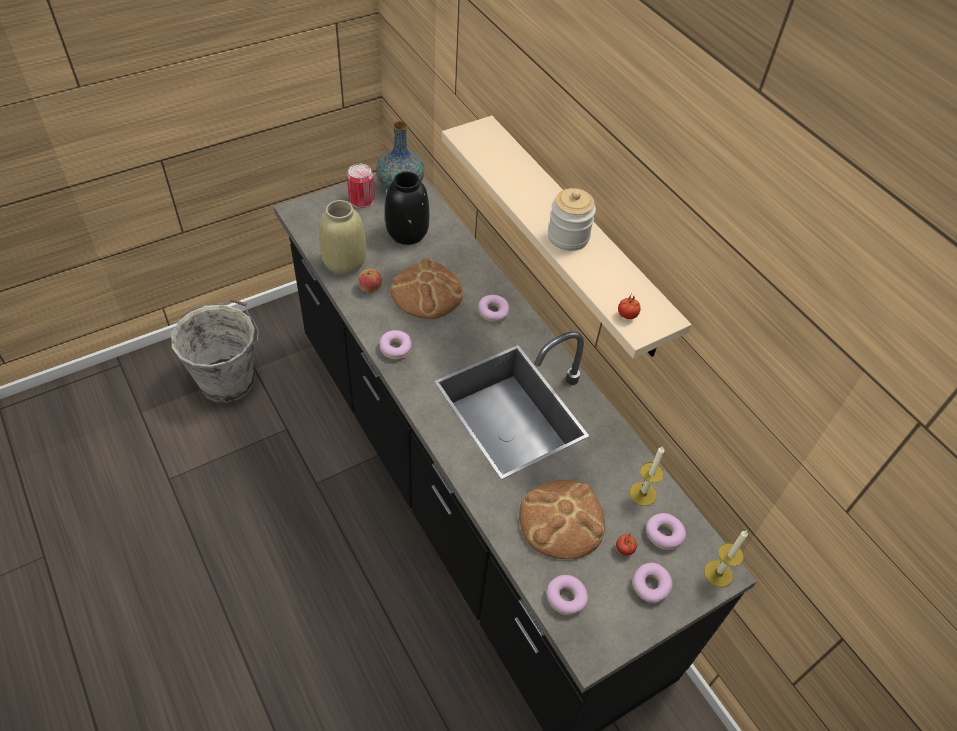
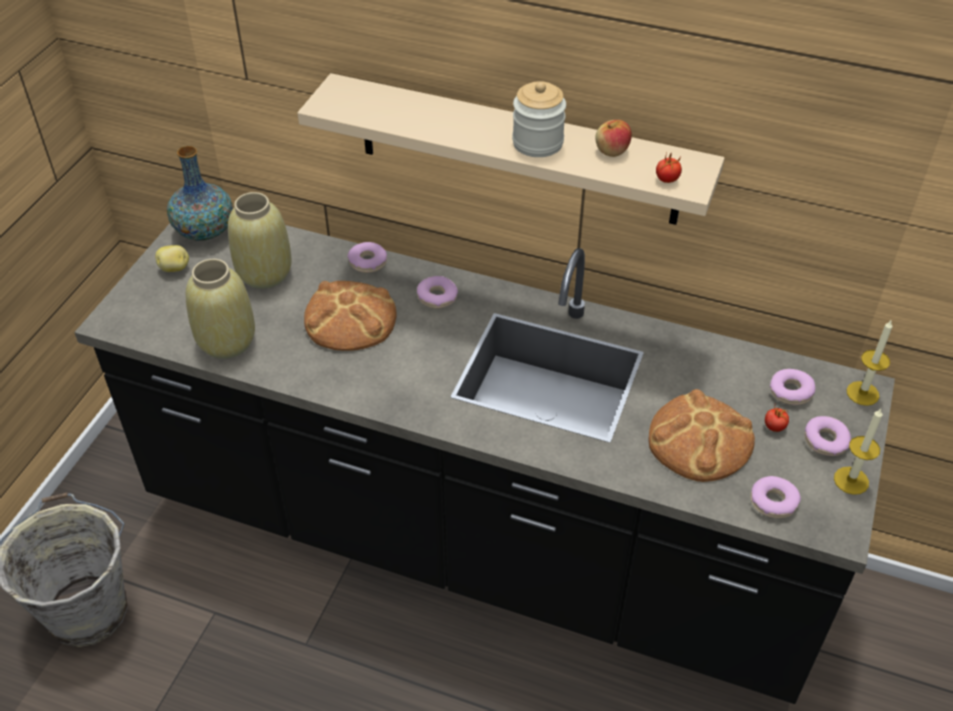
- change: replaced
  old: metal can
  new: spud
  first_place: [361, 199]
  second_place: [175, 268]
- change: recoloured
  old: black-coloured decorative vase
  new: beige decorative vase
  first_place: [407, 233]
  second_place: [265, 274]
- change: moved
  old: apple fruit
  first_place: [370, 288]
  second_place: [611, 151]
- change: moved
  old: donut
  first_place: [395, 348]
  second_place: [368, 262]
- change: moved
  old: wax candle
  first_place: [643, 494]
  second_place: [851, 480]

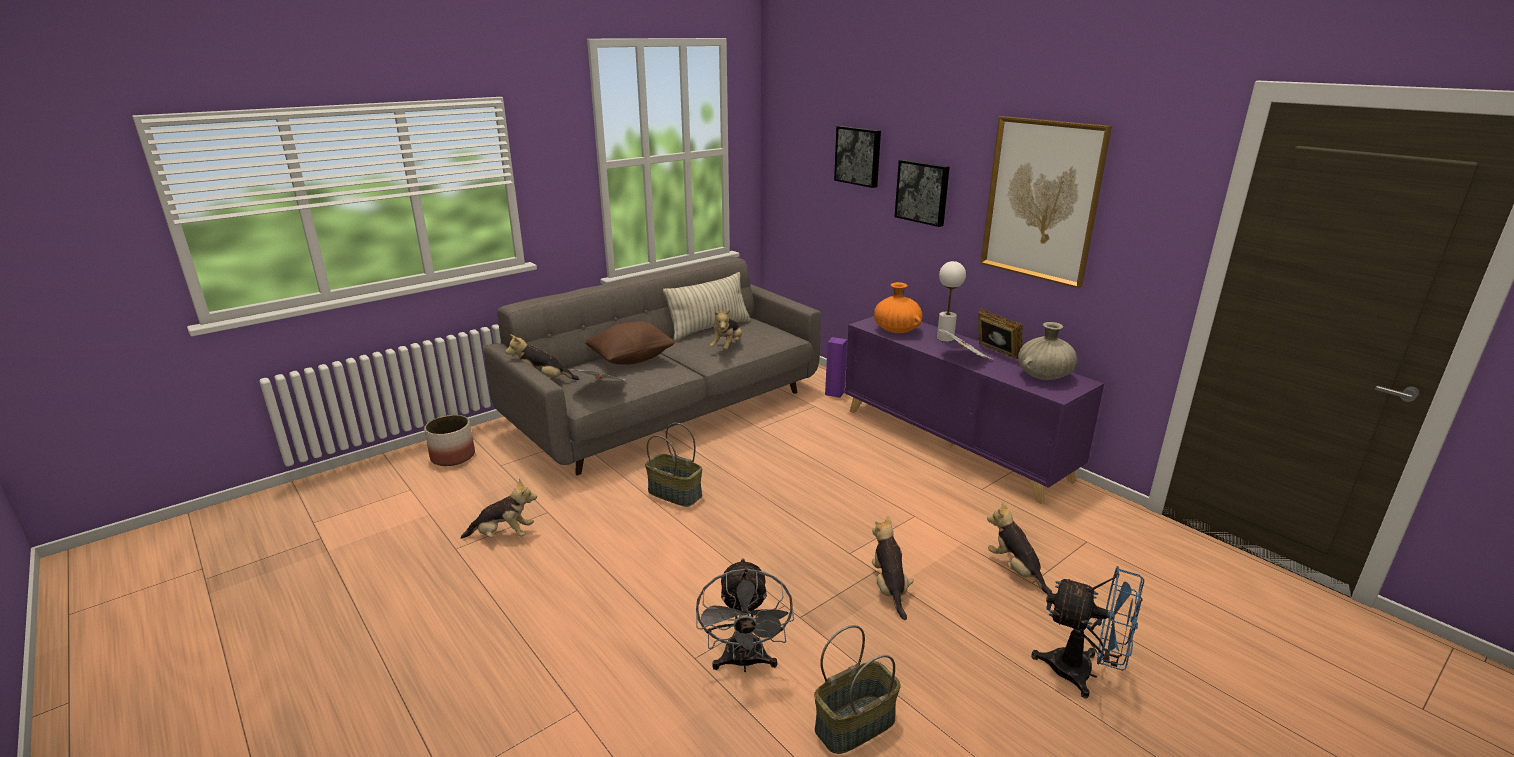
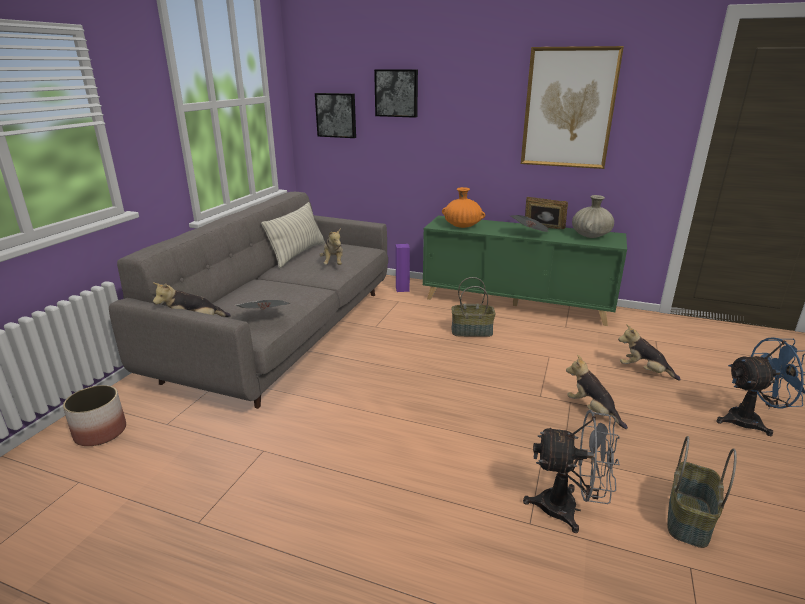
- change: moved
  old: wall picture
  first_place: [923, 192]
  second_place: [336, 115]
- change: removed
  old: whitish tabletop lamp
  first_place: [945, 338]
- change: recoloured
  old: purplish storage cabinet
  new: green-coloured storage cabinet
  first_place: [953, 444]
  second_place: [516, 303]
- change: removed
  old: brown pillow
  first_place: [631, 359]
- change: moved
  old: basket
  first_place: [675, 493]
  second_place: [472, 331]
- change: removed
  old: plush toy
  first_place: [503, 535]
- change: turned
  old: greyish fan
  first_place: [744, 663]
  second_place: [568, 509]
  degrees: -45

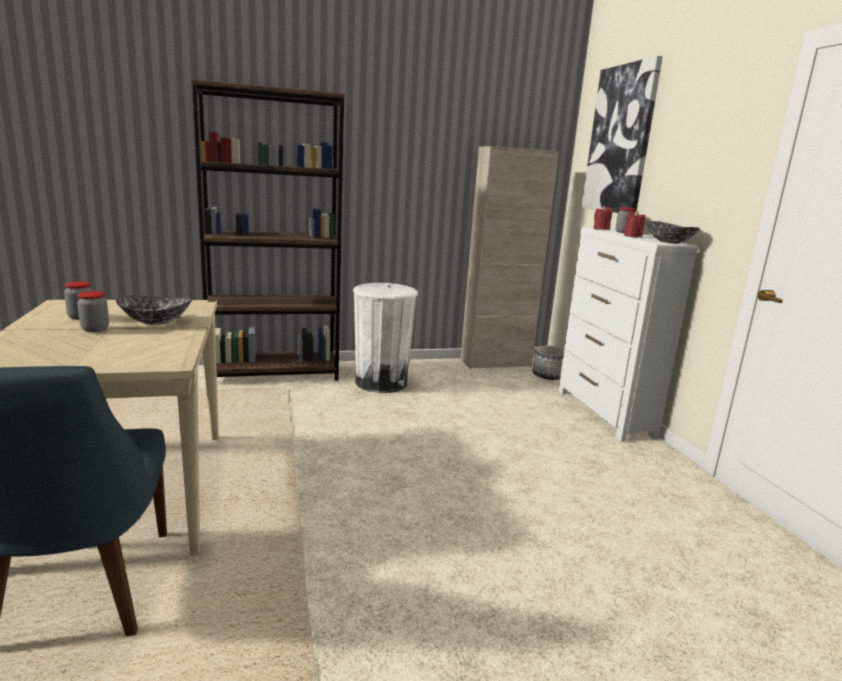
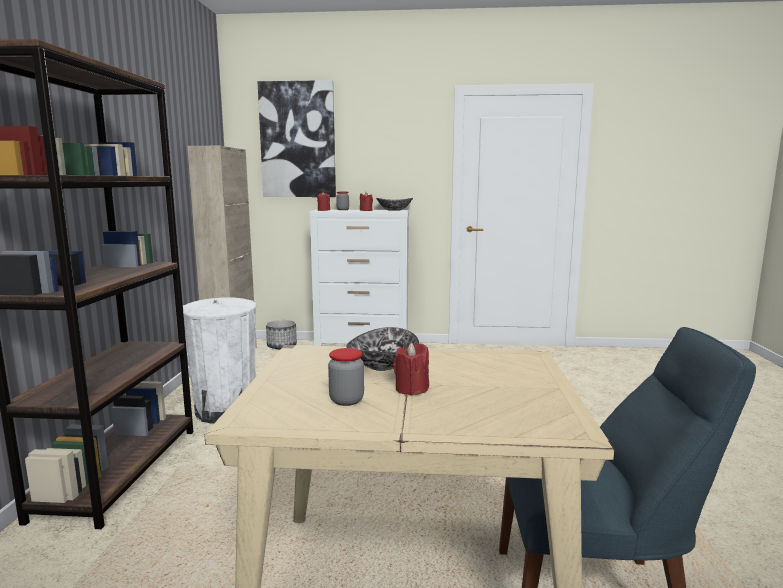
- change: replaced
  old: preserve jar
  new: reddish wax candle
  first_place: [95, 329]
  second_place: [411, 389]

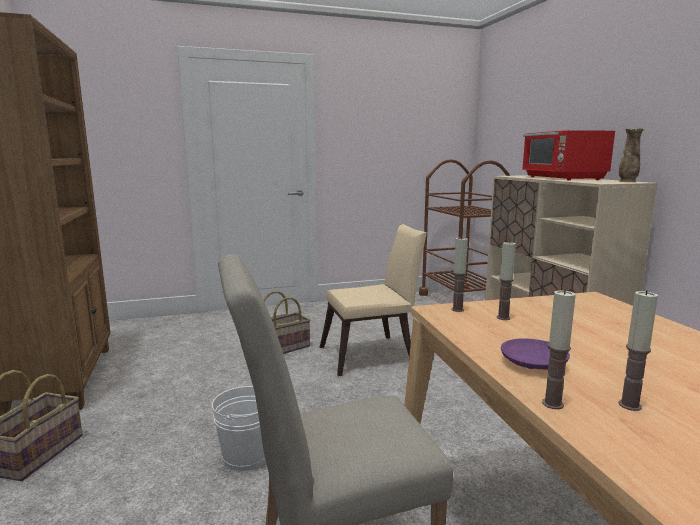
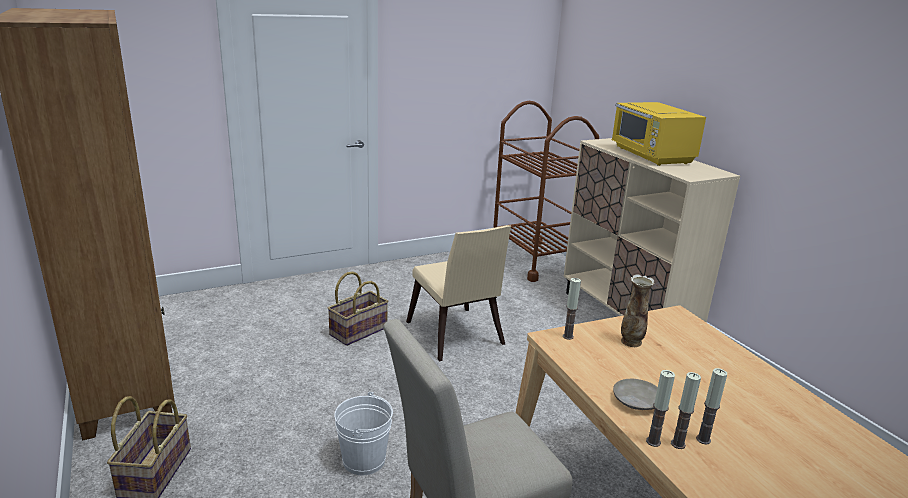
- change: moved
  old: decorative vase
  first_place: [627, 181]
  second_place: [631, 342]
- change: recoloured
  old: reddish kitchen microwave
  new: yellow kitchen microwave
  first_place: [562, 178]
  second_place: [651, 156]
- change: turned
  old: beige plain chair
  first_place: [373, 355]
  second_place: [456, 337]
  degrees: 90
- change: moved
  old: wax candle
  first_place: [503, 317]
  second_place: [678, 444]
- change: recoloured
  old: purplish dinner plate
  new: beige dinner plate
  first_place: [532, 363]
  second_place: [636, 401]

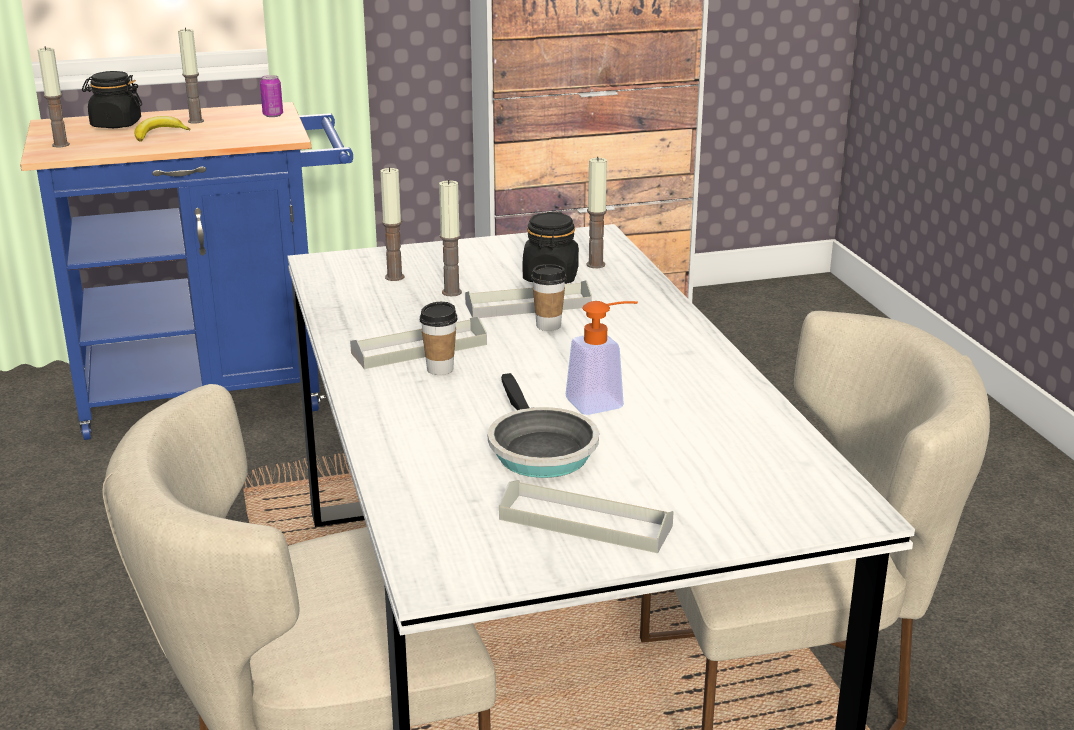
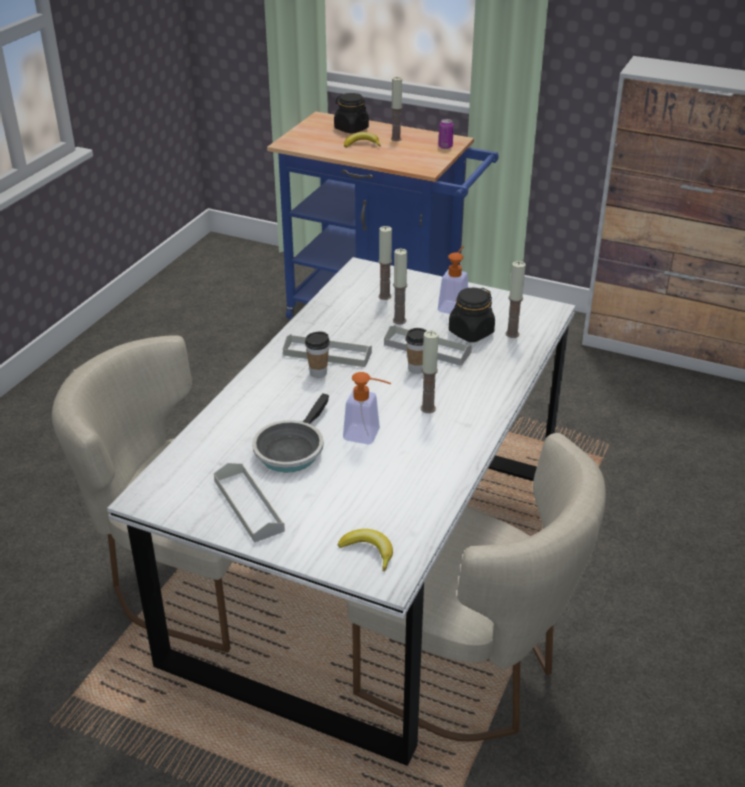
- change: moved
  old: wax candle
  first_place: [60, 145]
  second_place: [428, 408]
- change: added
  new: soap dispenser
  second_place: [454, 305]
- change: added
  new: banana fruit
  second_place: [369, 551]

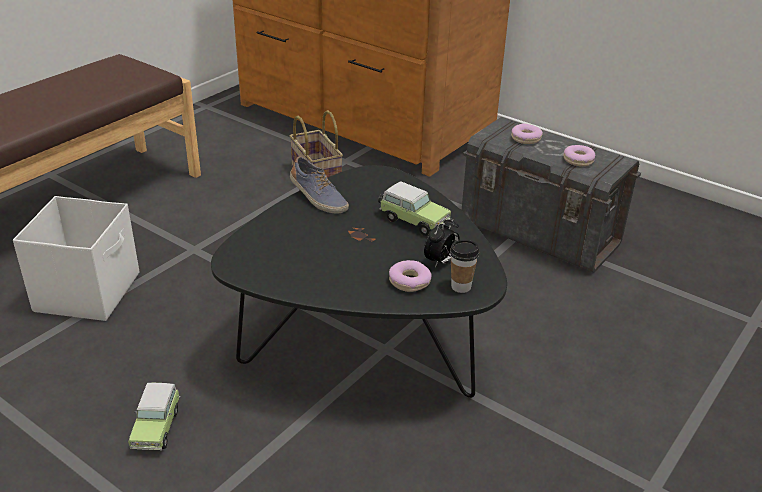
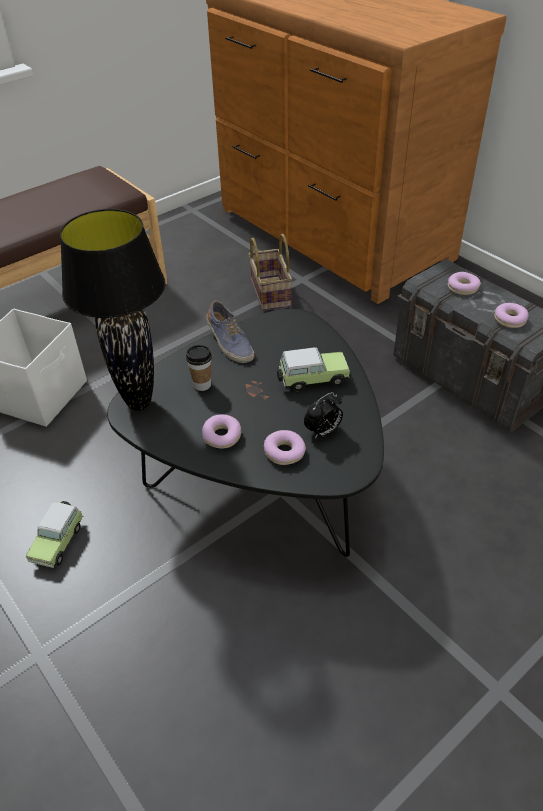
- change: turned
  old: miniature car
  first_place: [412, 221]
  second_place: [311, 379]
  degrees: -60
- change: moved
  old: cup
  first_place: [461, 287]
  second_place: [202, 385]
- change: added
  new: black-coloured tabletop lamp
  second_place: [139, 403]
- change: added
  new: donut
  second_place: [222, 436]

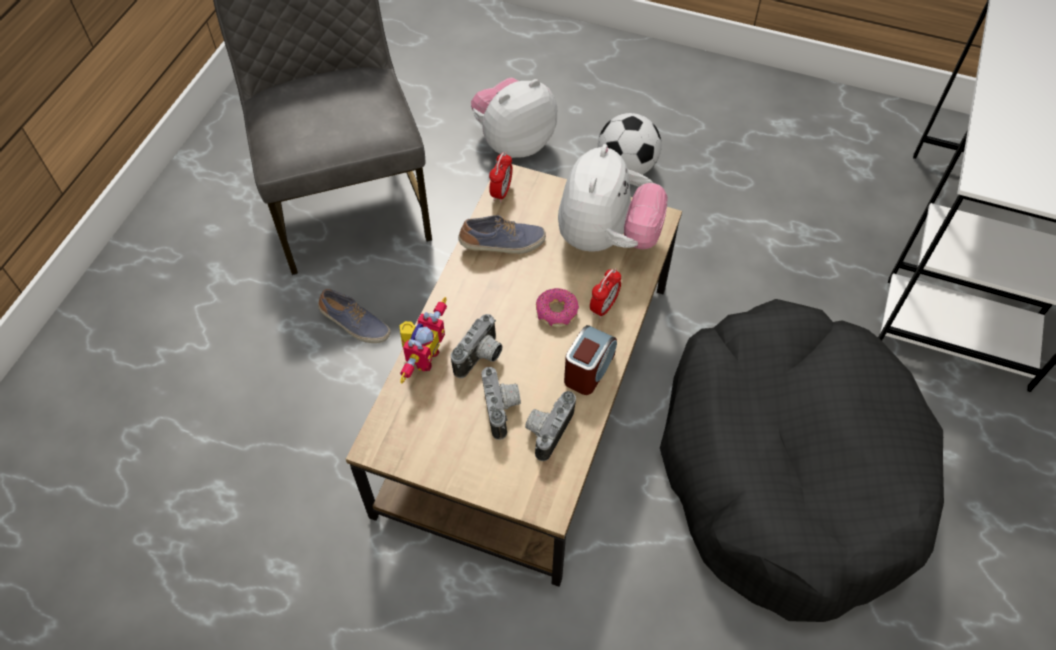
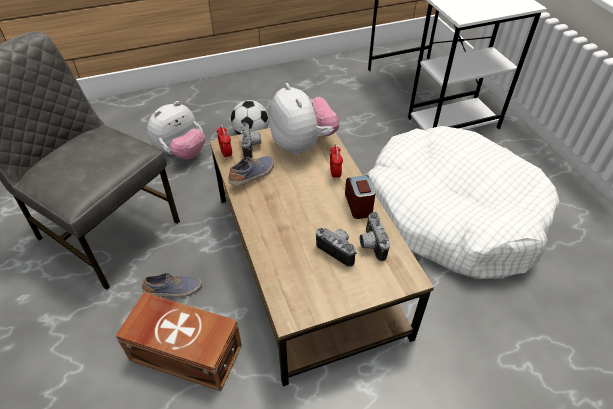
- change: turned
  old: plush toy
  first_place: [513, 142]
  second_place: [181, 152]
  degrees: -150
- change: removed
  old: donut
  first_place: [556, 312]
- change: removed
  old: toy robot
  first_place: [421, 356]
- change: recoloured
  old: black-coloured dog bed
  new: whitish dog bed
  first_place: [787, 470]
  second_place: [451, 215]
- change: moved
  old: photo camera
  first_place: [481, 358]
  second_place: [252, 148]
- change: added
  new: brown storage container
  second_place: [185, 351]

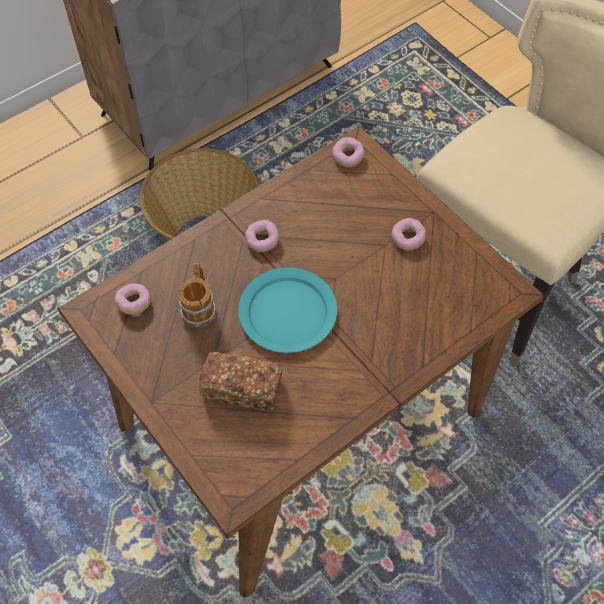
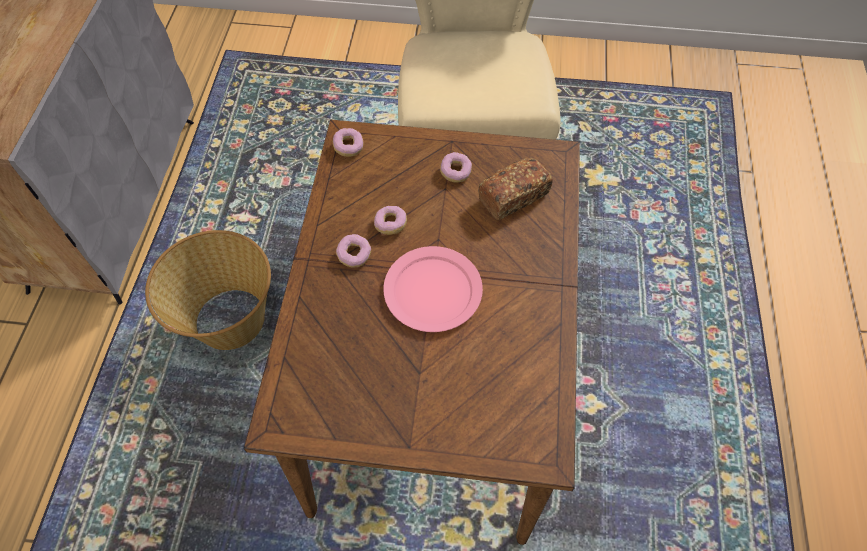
- change: removed
  old: mug
  first_place: [199, 306]
- change: recoloured
  old: blue-green dinner plate
  new: pink-coloured dinner plate
  first_place: [288, 312]
  second_place: [433, 290]
- change: moved
  old: donut
  first_place: [134, 303]
  second_place: [390, 224]
- change: moved
  old: baked bread
  first_place: [242, 388]
  second_place: [513, 197]

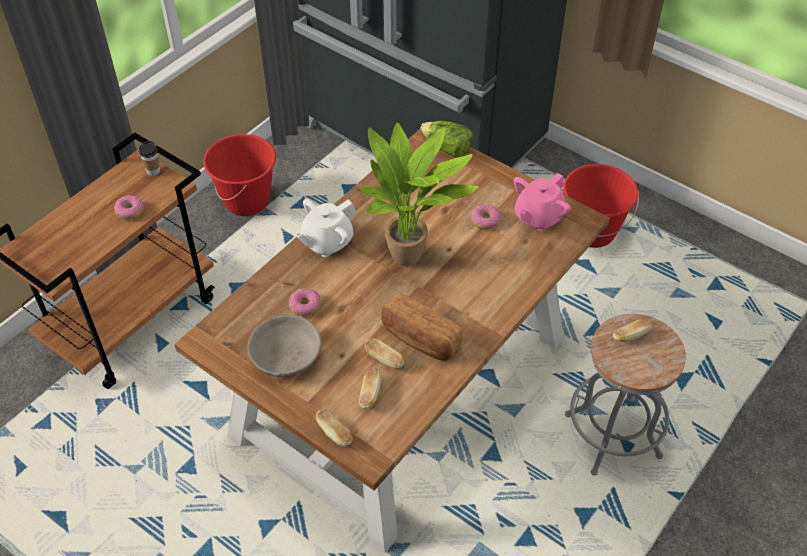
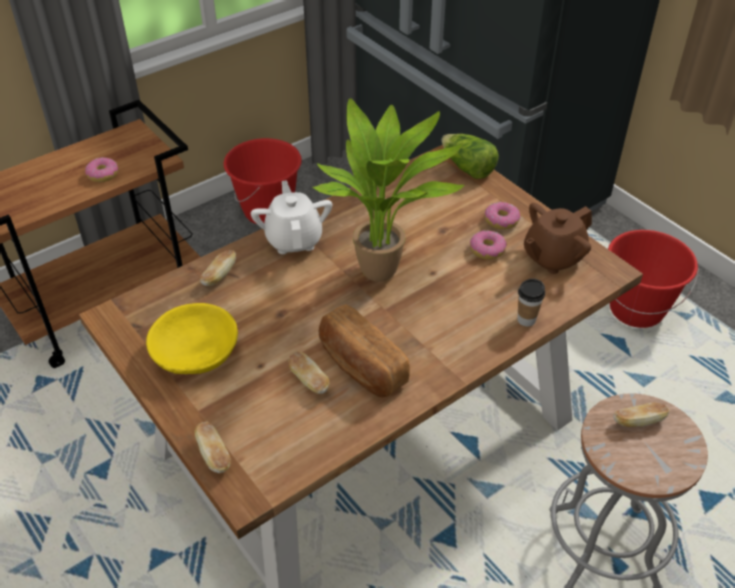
- change: moved
  old: cup
  first_place: [153, 171]
  second_place: [526, 320]
- change: recoloured
  old: pink-coloured teapot
  new: brown teapot
  first_place: [538, 217]
  second_place: [552, 257]
- change: turned
  old: whitish teapot
  first_place: [327, 242]
  second_place: [294, 239]
  degrees: 105
- change: moved
  old: donut
  first_place: [305, 306]
  second_place: [501, 221]
- change: recoloured
  old: greyish bowl
  new: yellow bowl
  first_place: [286, 356]
  second_place: [196, 353]
- change: moved
  old: baked bread
  first_place: [370, 394]
  second_place: [219, 275]

